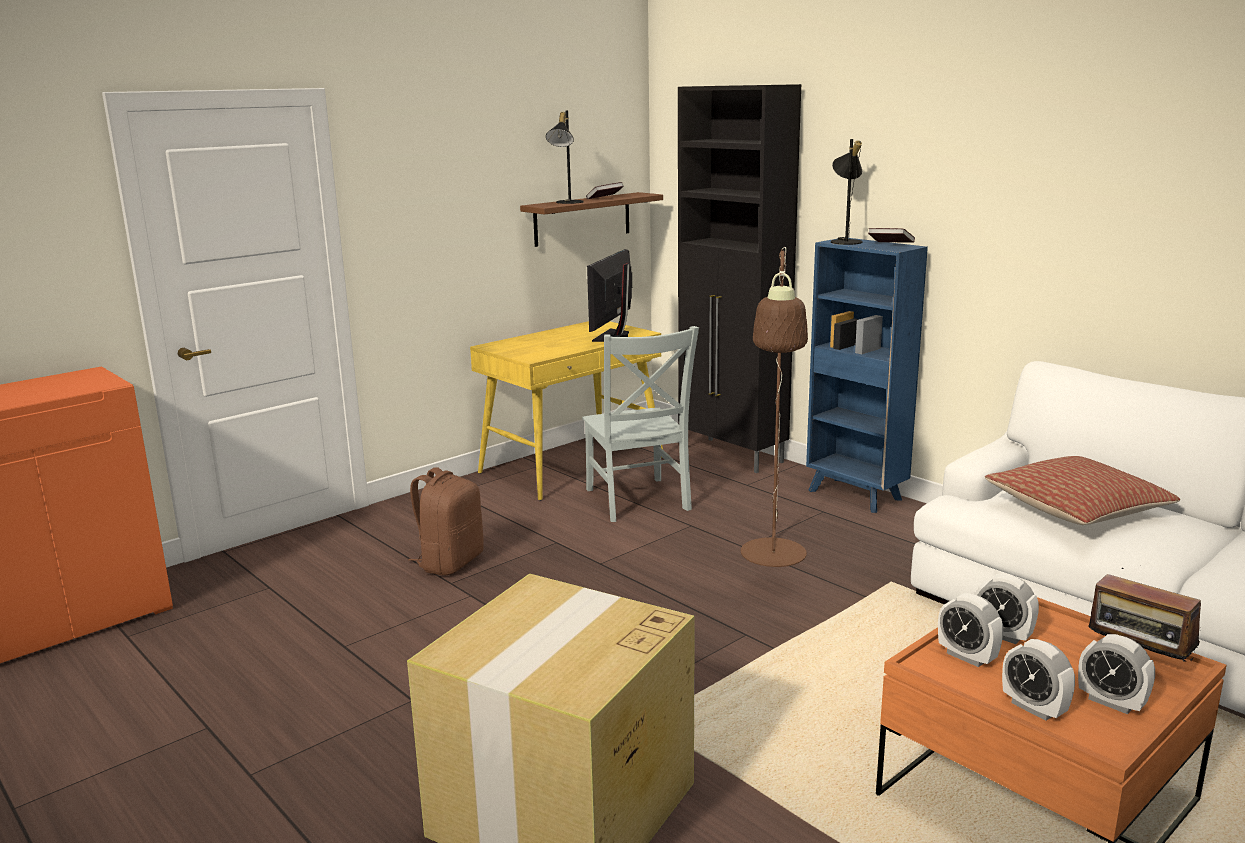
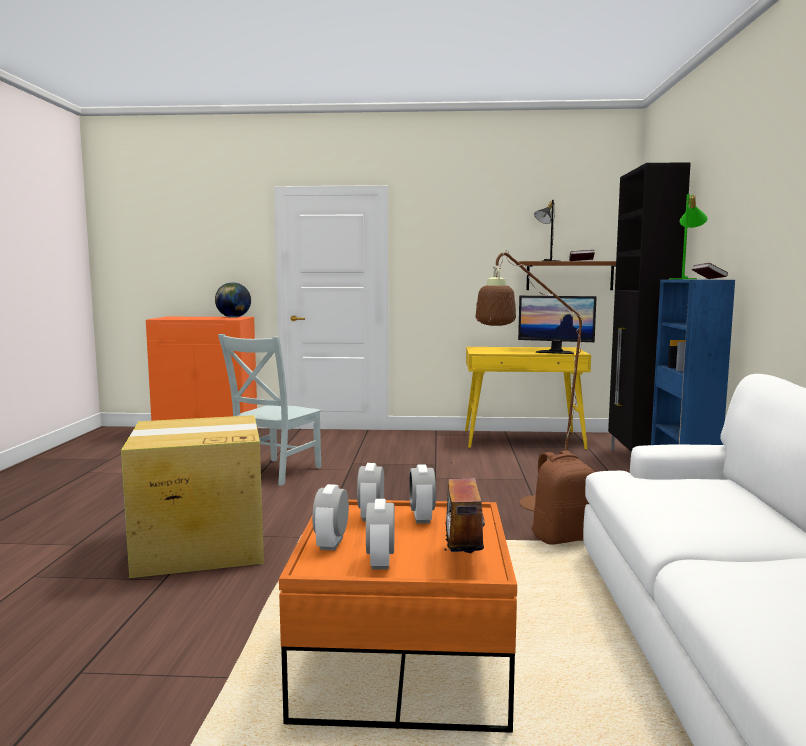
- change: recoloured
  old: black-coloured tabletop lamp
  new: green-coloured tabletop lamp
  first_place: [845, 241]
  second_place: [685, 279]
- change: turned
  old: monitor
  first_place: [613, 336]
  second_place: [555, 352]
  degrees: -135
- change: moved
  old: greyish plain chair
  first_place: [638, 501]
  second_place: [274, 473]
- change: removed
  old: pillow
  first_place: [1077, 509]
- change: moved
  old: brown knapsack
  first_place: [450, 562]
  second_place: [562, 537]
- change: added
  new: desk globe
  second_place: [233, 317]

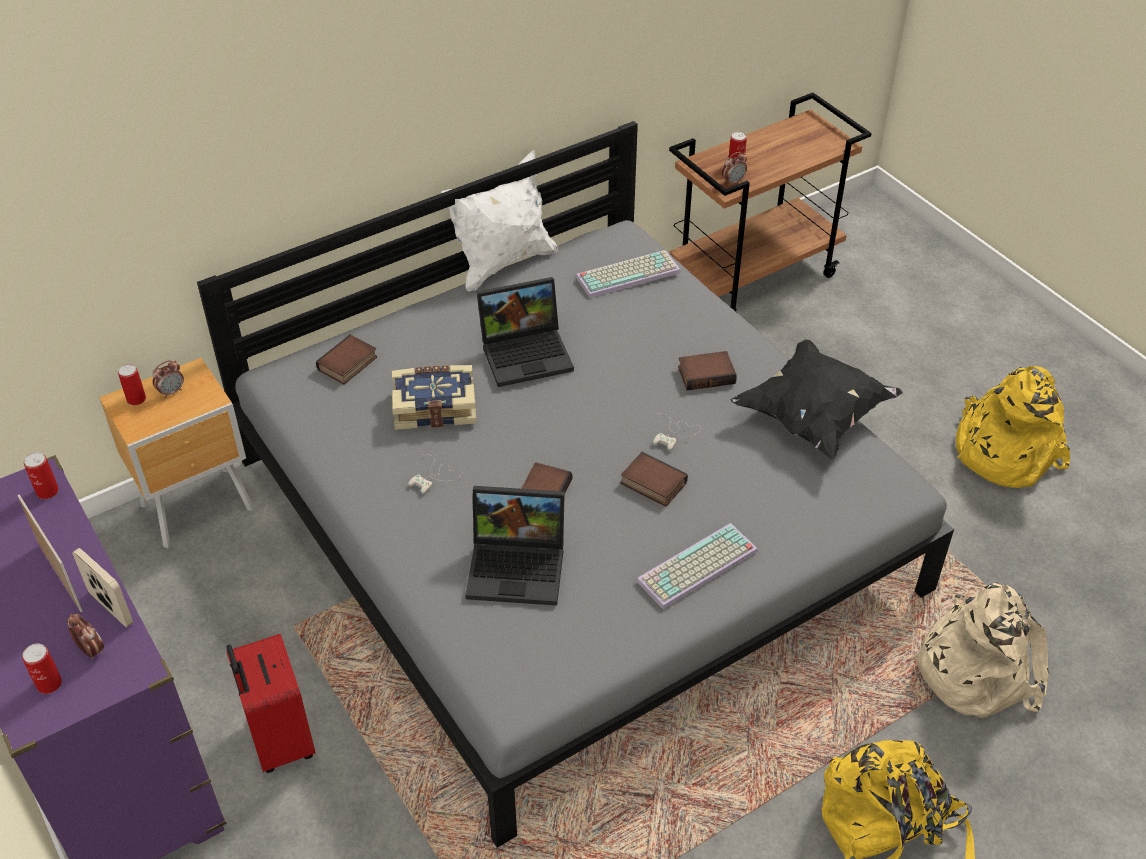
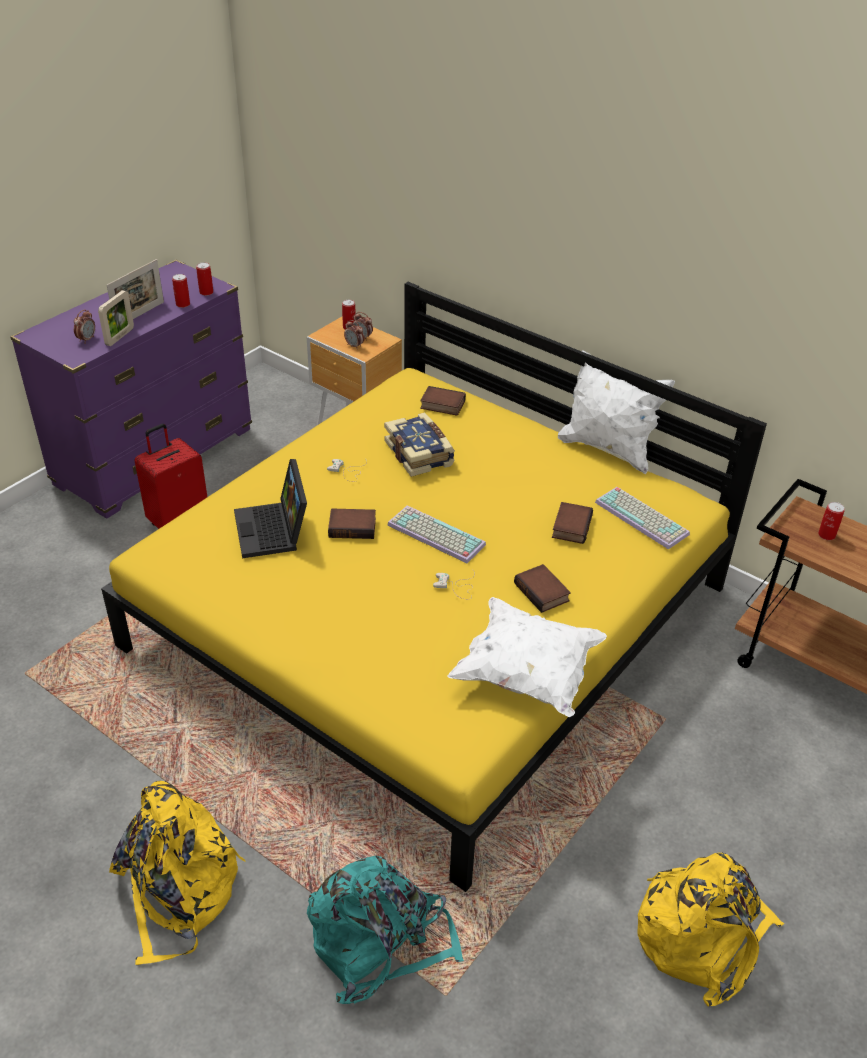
- change: recoloured
  old: greyish bed
  new: yellow bed
  first_place: [574, 522]
  second_place: [431, 616]
- change: moved
  old: table clock
  first_place: [733, 182]
  second_place: [354, 346]
- change: removed
  old: portable computer
  first_place: [527, 353]
- change: recoloured
  old: black-coloured pillow
  new: whitish pillow
  first_place: [813, 417]
  second_place: [527, 674]
- change: moved
  old: bound book
  first_place: [651, 484]
  second_place: [570, 526]
- change: moved
  old: computer keyboard
  first_place: [697, 568]
  second_place: [434, 535]
- change: recoloured
  old: beige knapsack
  new: blue-green knapsack
  first_place: [975, 667]
  second_place: [379, 941]
- change: moved
  old: metal can
  first_place: [49, 684]
  second_place: [183, 304]

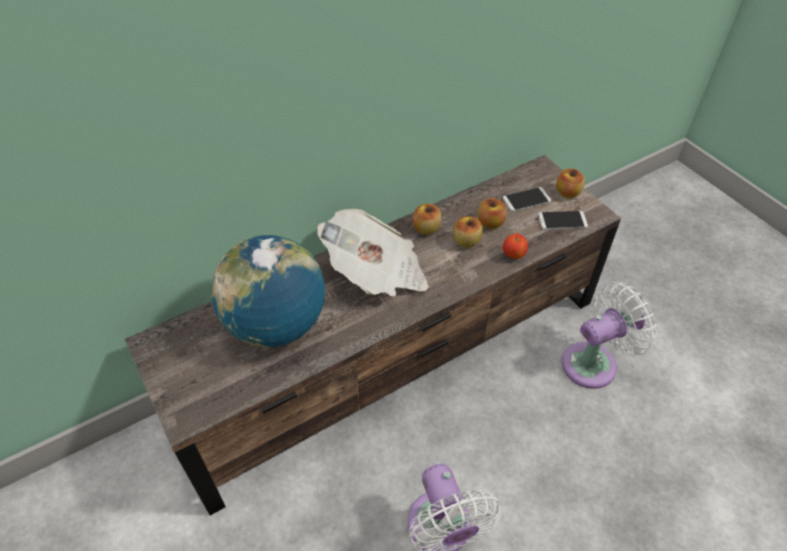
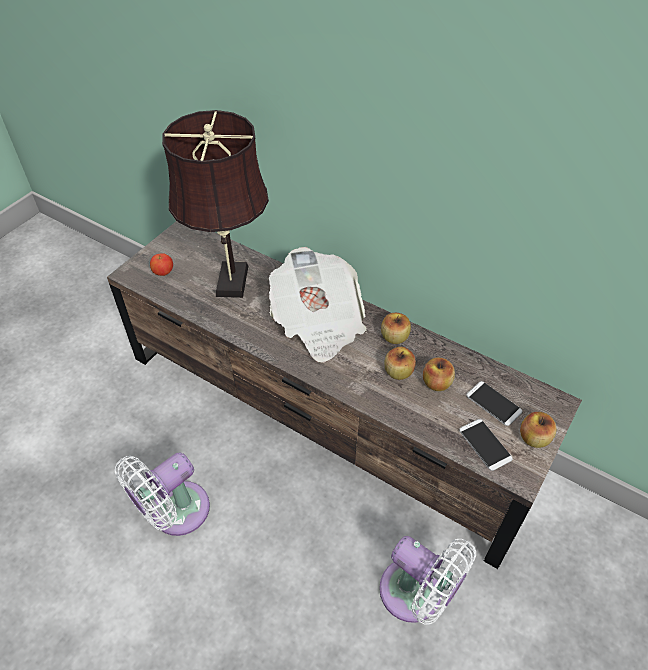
- change: moved
  old: apple fruit
  first_place: [513, 255]
  second_place: [163, 273]
- change: replaced
  old: desk globe
  new: brown tabletop lamp
  first_place: [276, 325]
  second_place: [231, 284]

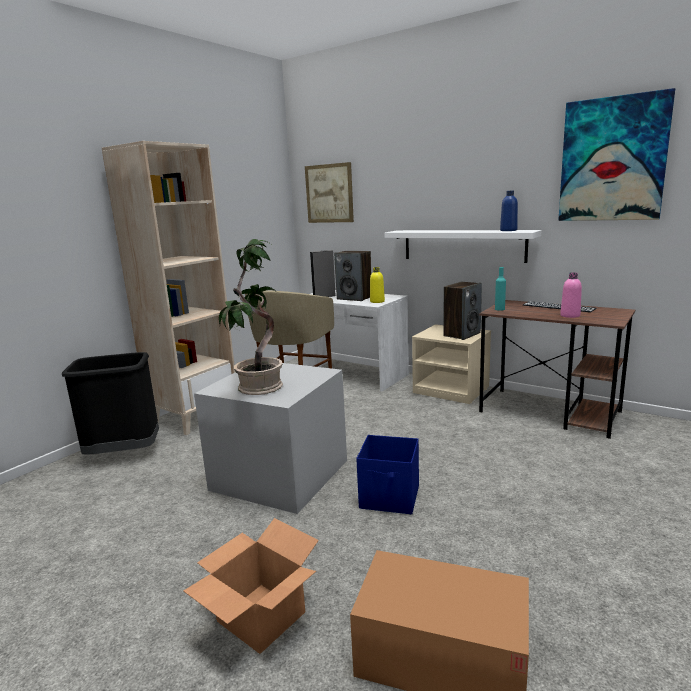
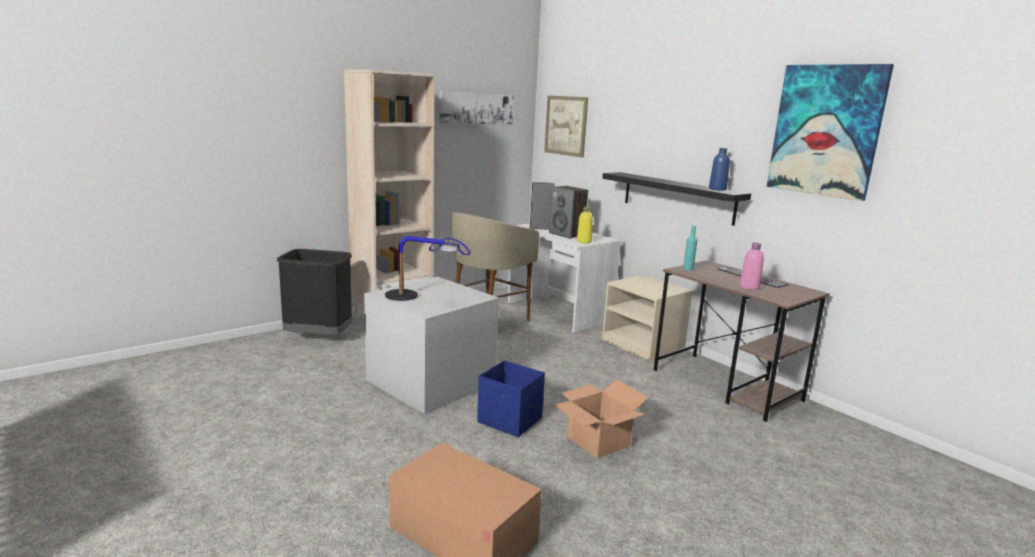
- change: recoloured
  old: whitish bracket shelf
  new: black-coloured bracket shelf
  first_place: [463, 245]
  second_place: [677, 197]
- change: replaced
  old: plant in a pot
  new: tabletop lamp
  first_place: [258, 386]
  second_place: [417, 298]
- change: removed
  old: audio speaker
  first_place: [462, 334]
- change: moved
  old: carton
  first_place: [262, 617]
  second_place: [599, 441]
- change: added
  new: wall picture
  second_place: [476, 108]

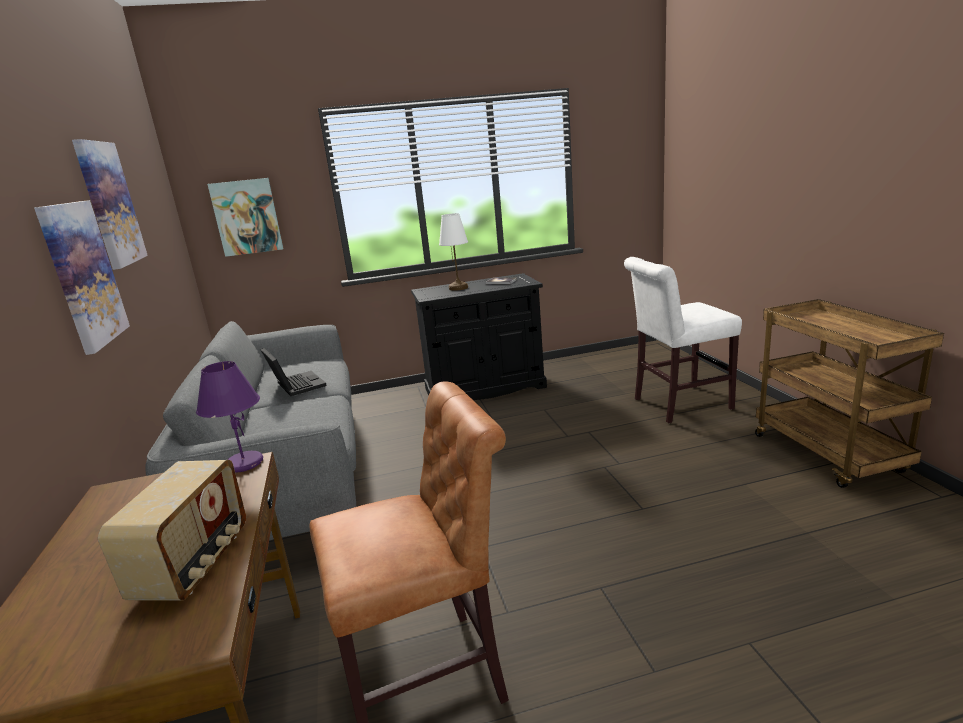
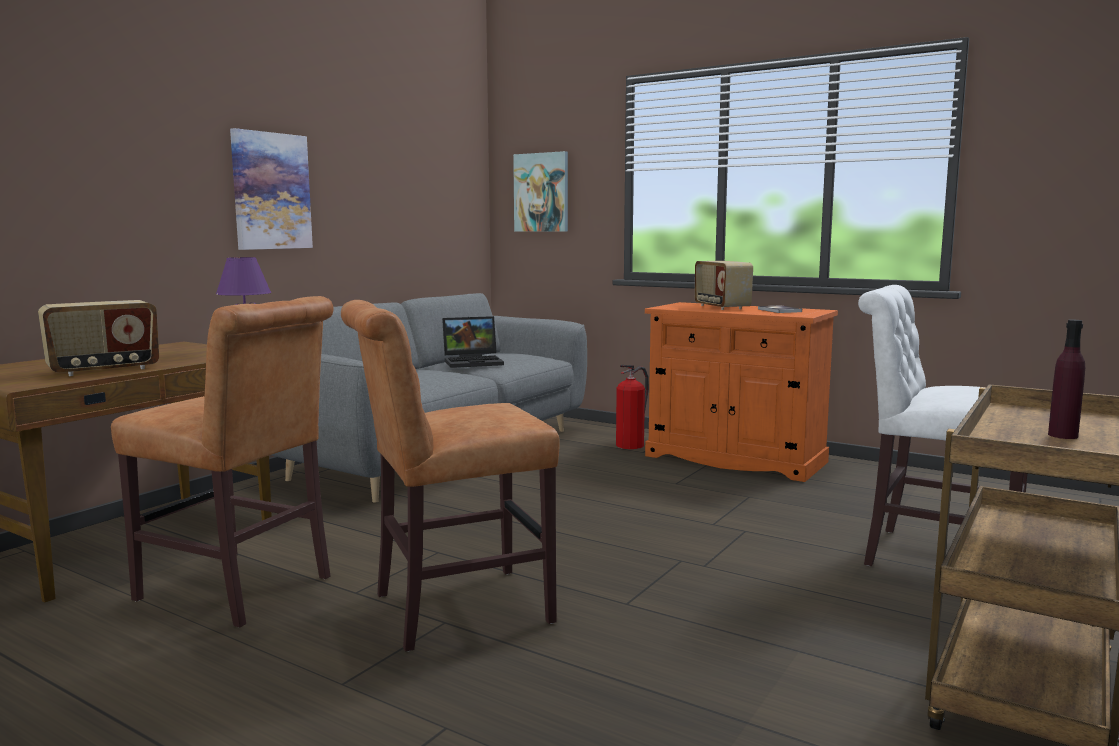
- change: removed
  old: wall picture
  first_place: [109, 204]
- change: replaced
  old: whitish tabletop lamp
  new: radio set
  first_place: [458, 288]
  second_place: [721, 307]
- change: recoloured
  old: black-coloured storage cabinet
  new: orange storage cabinet
  first_place: [485, 388]
  second_place: [735, 459]
- change: turned
  old: portable computer
  first_place: [295, 385]
  second_place: [474, 362]
  degrees: 60
- change: added
  new: brown plain chair
  second_place: [452, 610]
- change: added
  new: purplish bottle
  second_place: [1062, 435]
- change: added
  new: extinguisher
  second_place: [631, 444]

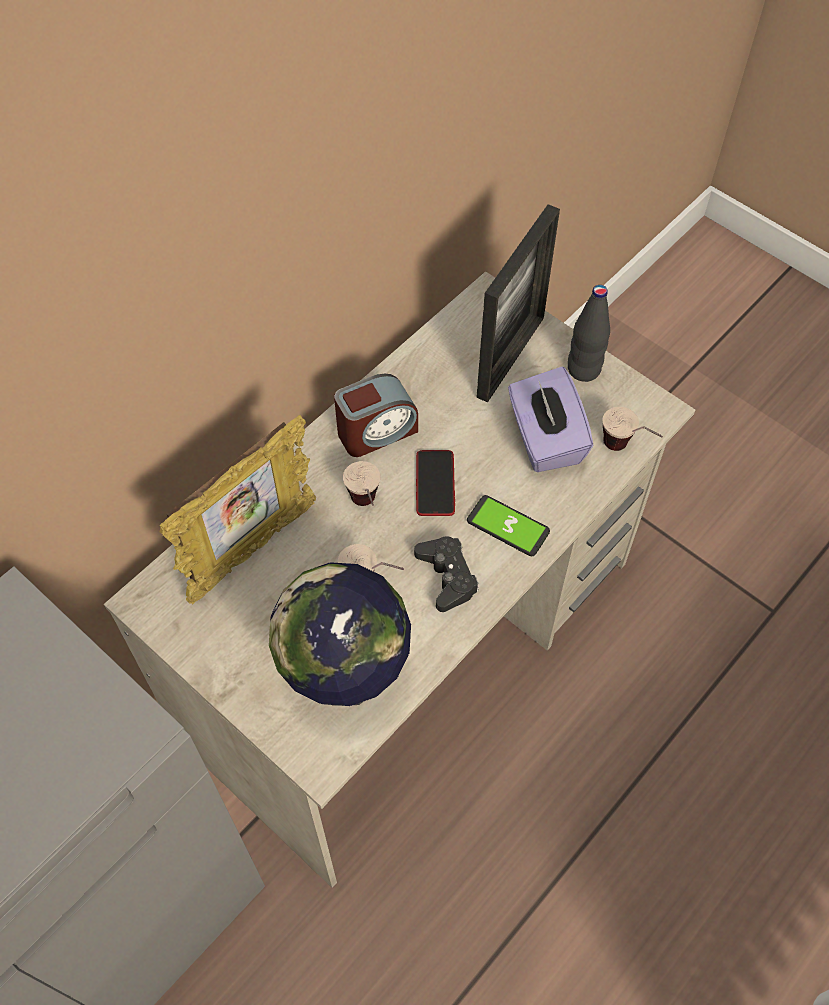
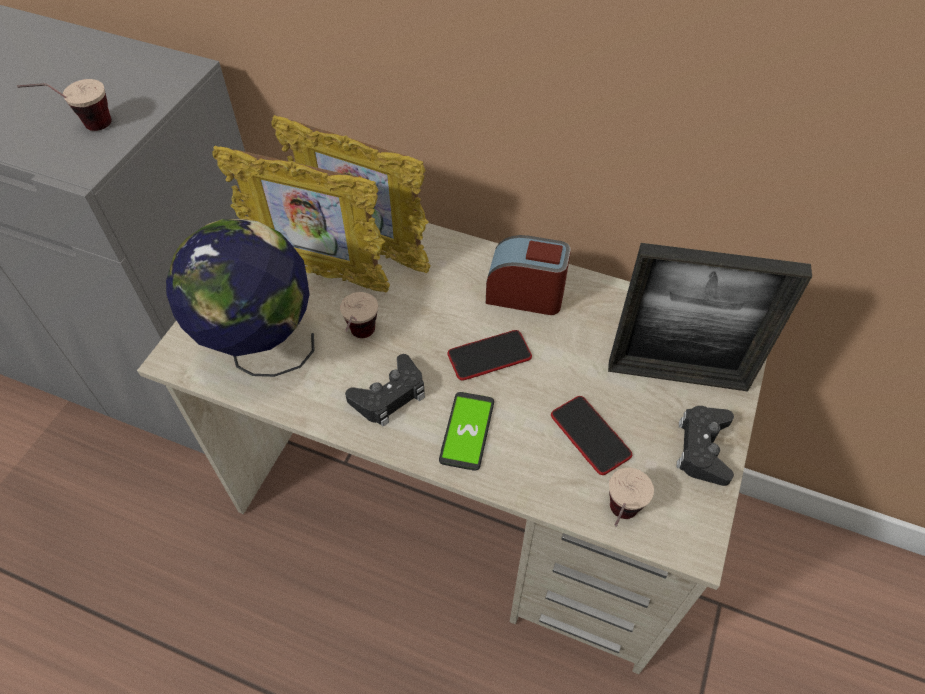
- change: replaced
  old: black-coloured bottle
  new: black-coloured gamepad
  first_place: [583, 369]
  second_place: [703, 448]
- change: replaced
  old: purplish tissue box
  new: phone
  first_place: [545, 439]
  second_place: [590, 435]
- change: turned
  old: table clock
  first_place: [376, 431]
  second_place: [525, 294]
  degrees: 150
- change: moved
  old: cup
  first_place: [366, 508]
  second_place: [83, 129]
- change: added
  new: standing frame
  second_place: [319, 273]

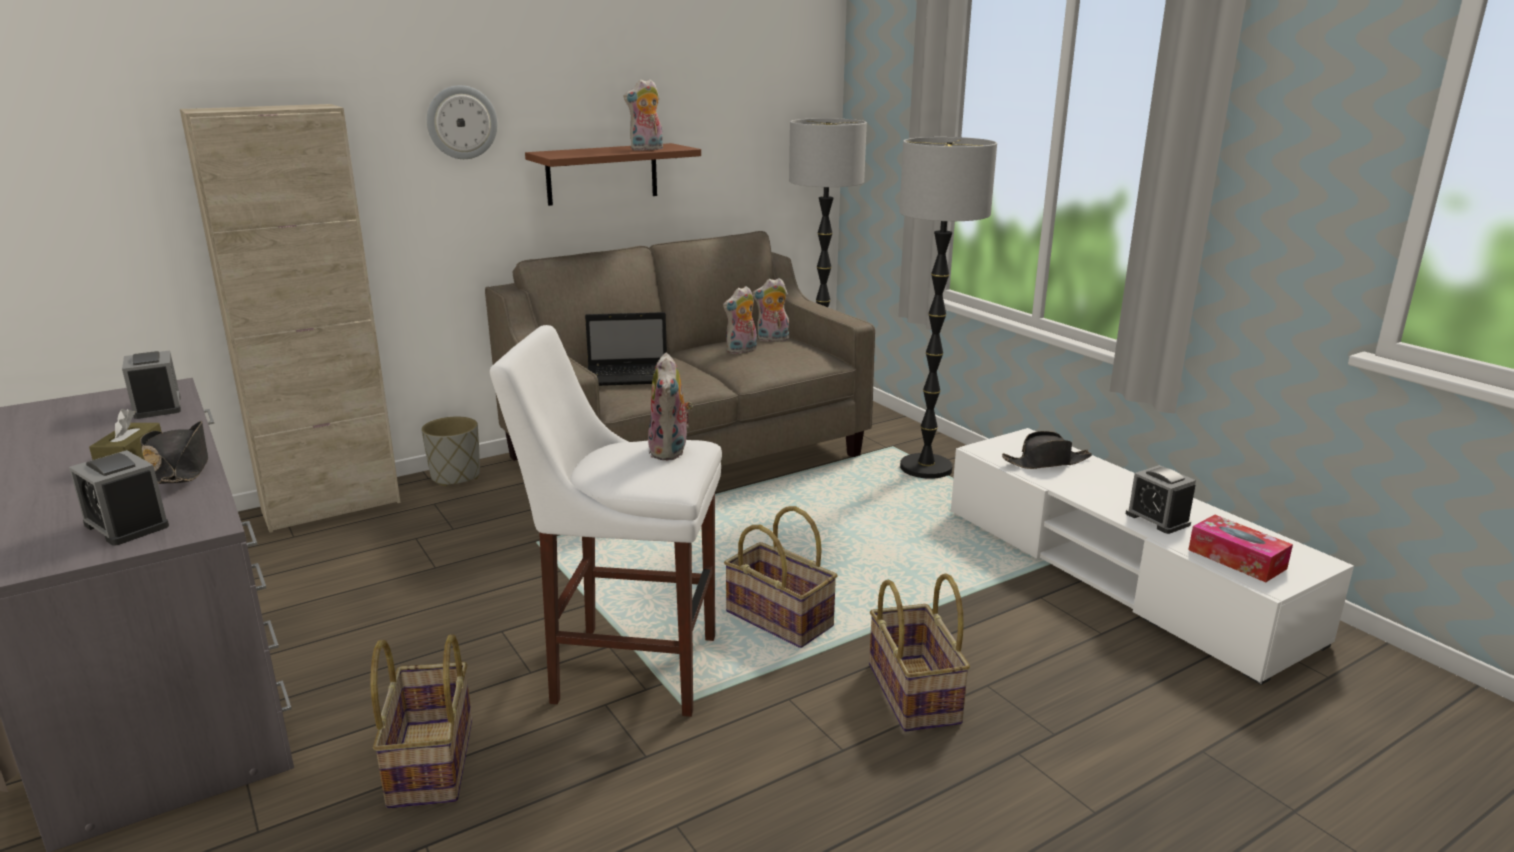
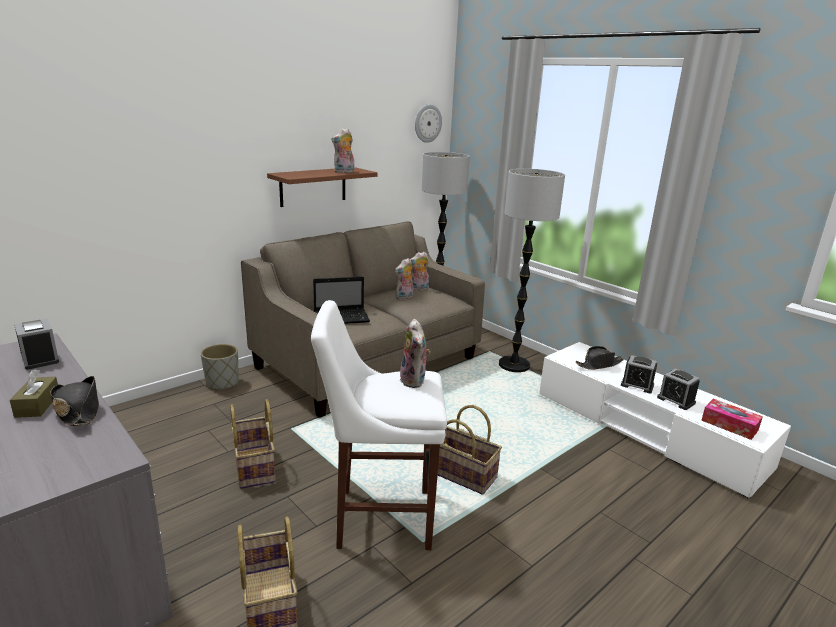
- change: moved
  old: hanging clock
  first_place: [461, 122]
  second_place: [427, 123]
- change: removed
  old: beige storage cabinet
  first_place: [331, 506]
- change: moved
  old: table clock
  first_place: [126, 525]
  second_place: [637, 385]
- change: moved
  old: basket
  first_place: [915, 693]
  second_place: [255, 467]

